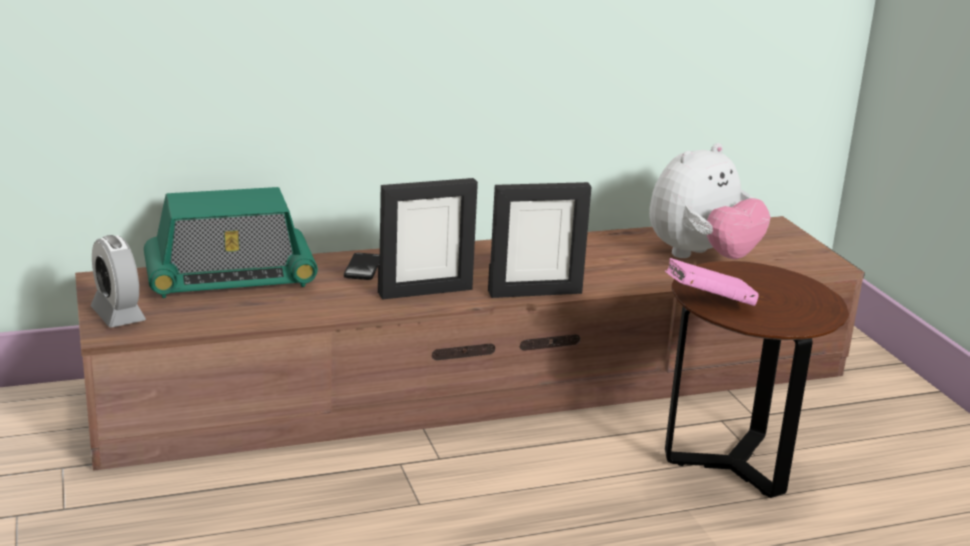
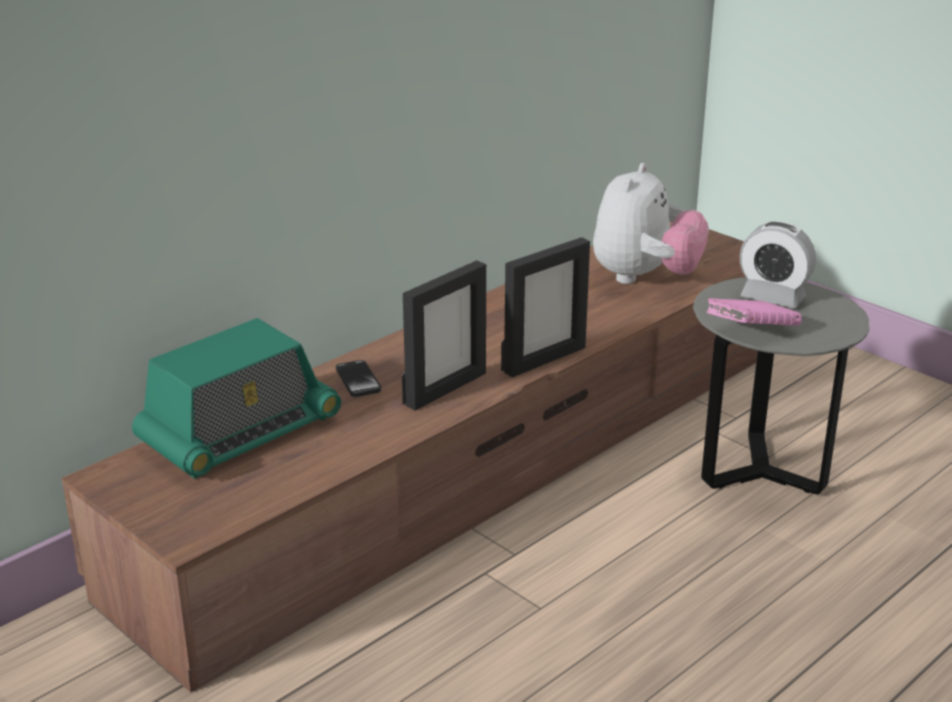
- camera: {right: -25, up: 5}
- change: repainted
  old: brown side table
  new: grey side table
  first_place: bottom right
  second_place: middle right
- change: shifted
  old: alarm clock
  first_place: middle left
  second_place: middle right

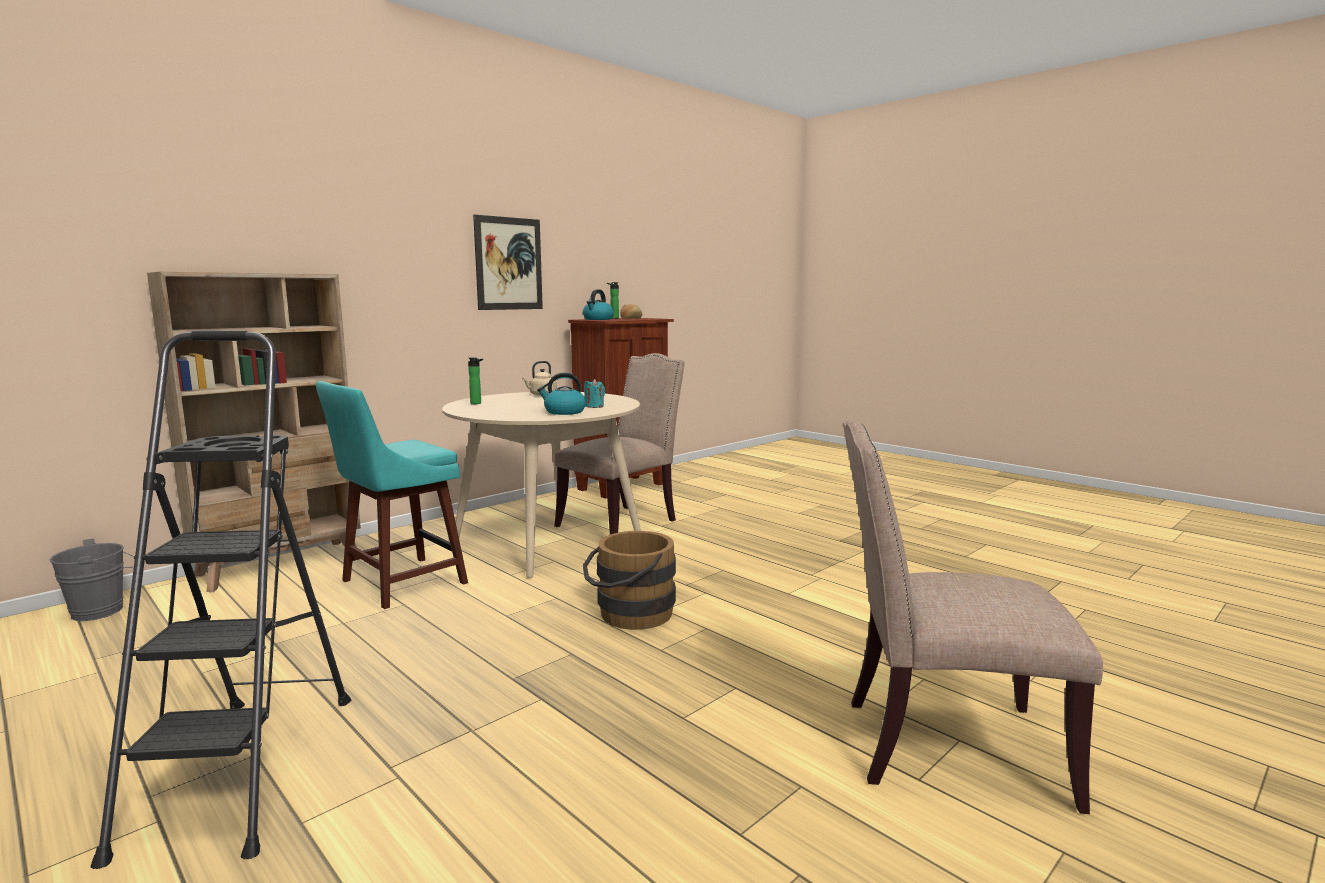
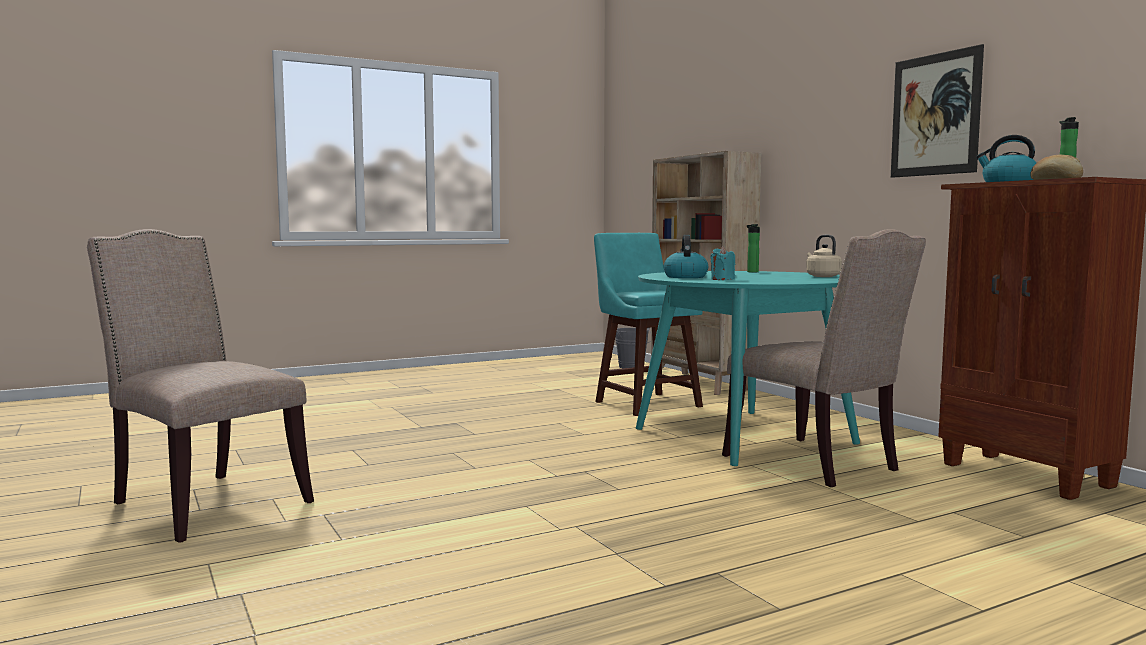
- camera: {right: 105, up: -5}
- change: rotated
  old: beige chair (no. 2 from left in the first image)
  first_place: bottom right
  second_place: middle left
  degrees: -75
- change: repainted
  old: beige dining table
  new: turquoise dining table
  first_place: centre
  second_place: centre
- change: gone
  old: step ladder
  first_place: bottom left
- change: gone
  old: brown bucket
  first_place: centre

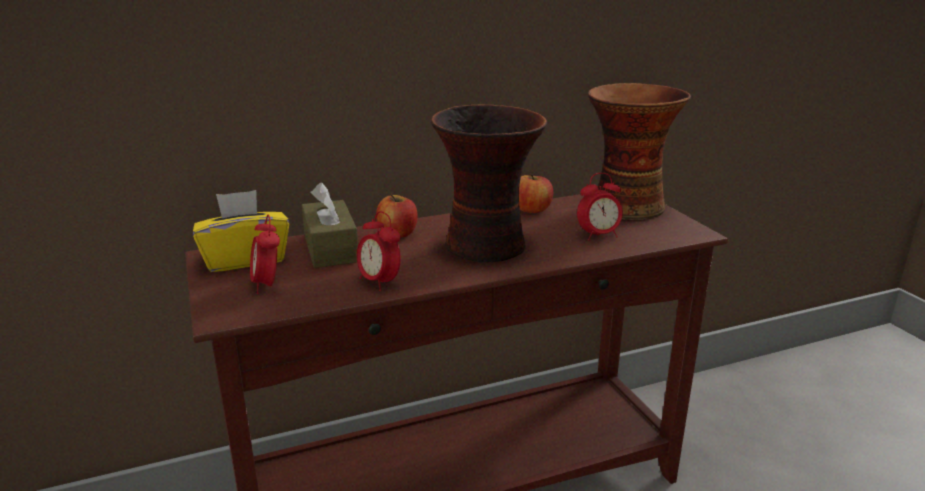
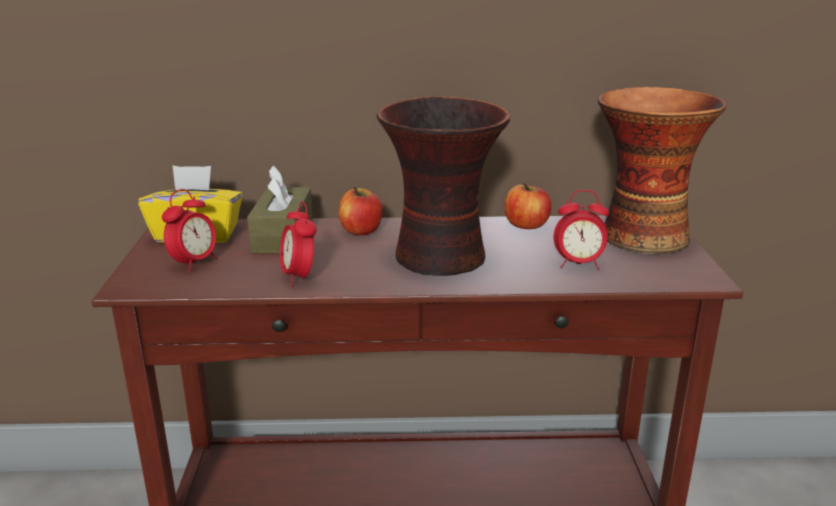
- camera: {right: 20, up: 0}
- change: rotated
  old: alarm clock (no. 1 from left)
  first_place: middle left
  second_place: middle left
  degrees: -150

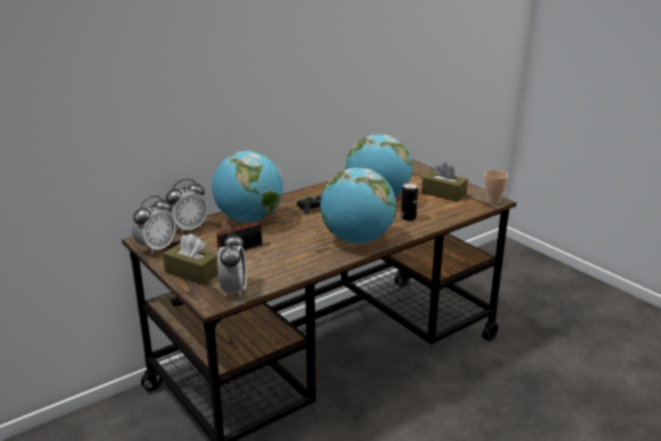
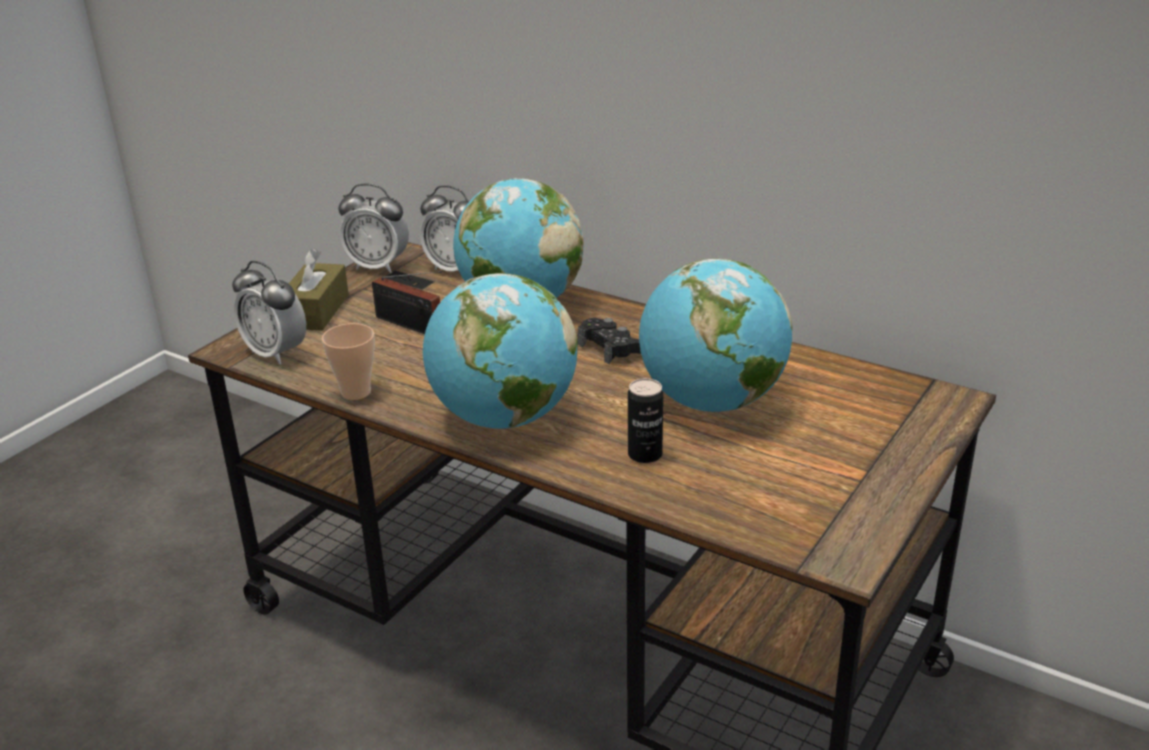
- camera: {right: 70, up: 5}
- change: rotated
  old: alarm clock (no. 3 from left in the first image)
  first_place: centre
  second_place: middle left
  degrees: 60
- change: shifted
  old: cup
  first_place: middle right
  second_place: middle left
- change: gone
  old: brown tissue box (no. 2 from left)
  first_place: middle right

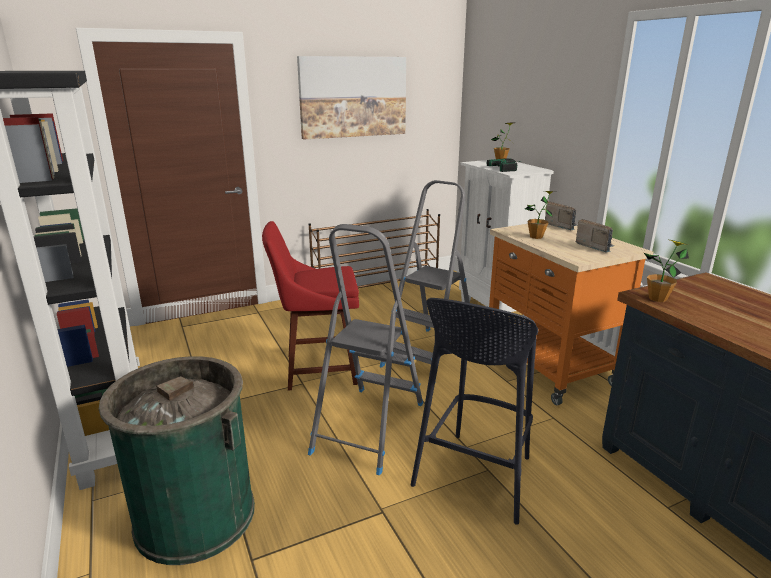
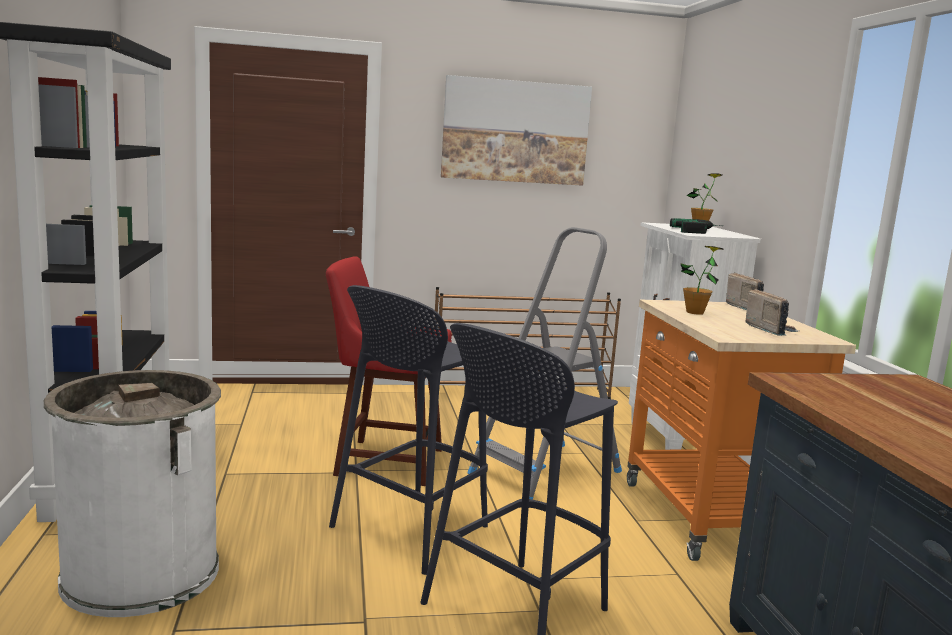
- camera: {right: 15, up: -10}
- change: repainted
  old: green trash can
  new: white trash can
  first_place: bottom left
  second_place: bottom left
- change: swapped
  old: grey step ladder (no. 1 from left)
  new: grey stool (no. 1 from left)
  first_place: centre
  second_place: bottom centre
- change: gone
  old: potted plant (no. 3 from left)
  first_place: middle right

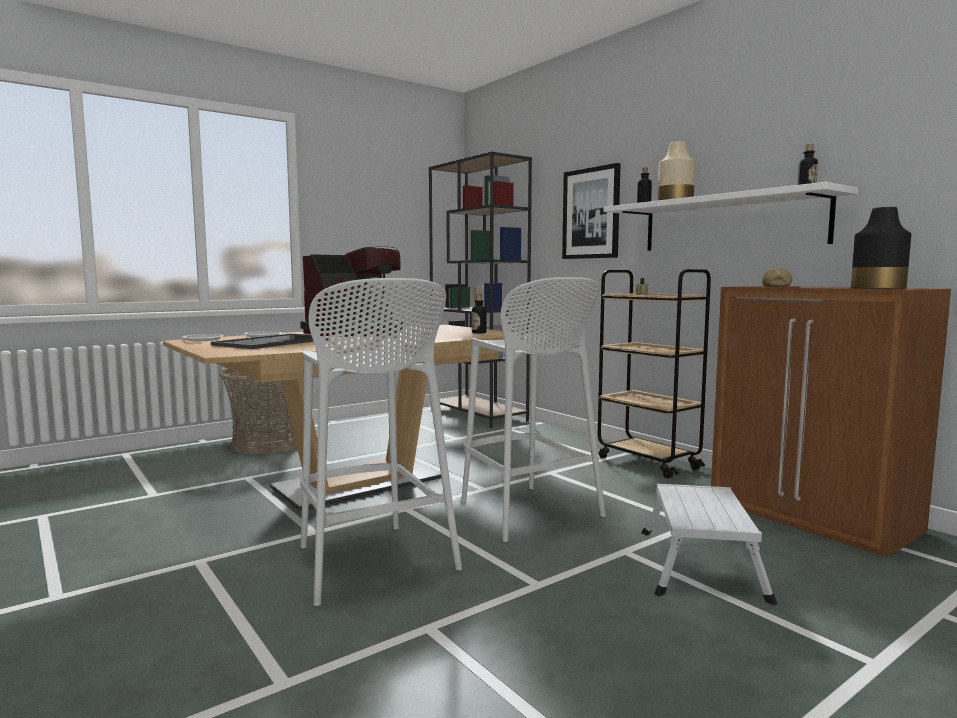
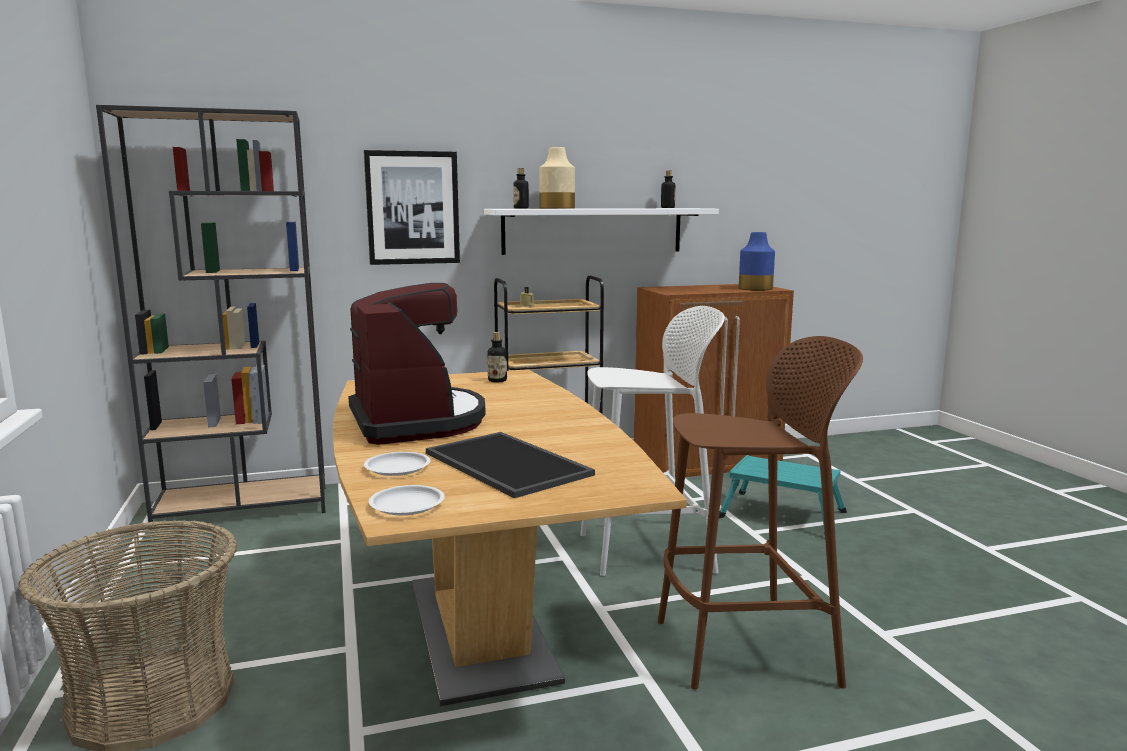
- camera: {right: -70, up: 5}
- change: repainted
  old: white stool (no. 1 from left)
  new: brown stool
  first_place: centre
  second_place: bottom right
- change: repainted
  old: white step ladder
  new: turquoise step ladder
  first_place: bottom right
  second_place: middle right
- change: repainted
  old: black vase
  new: blue vase
  first_place: middle right
  second_place: middle right
- change: gone
  old: bread
  first_place: middle right

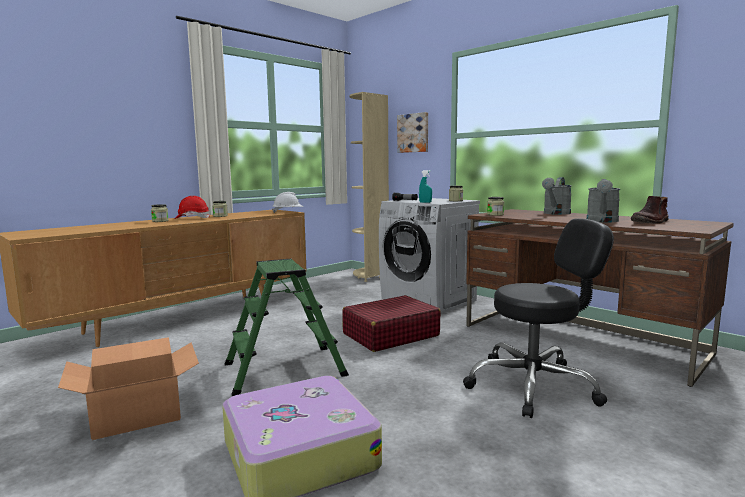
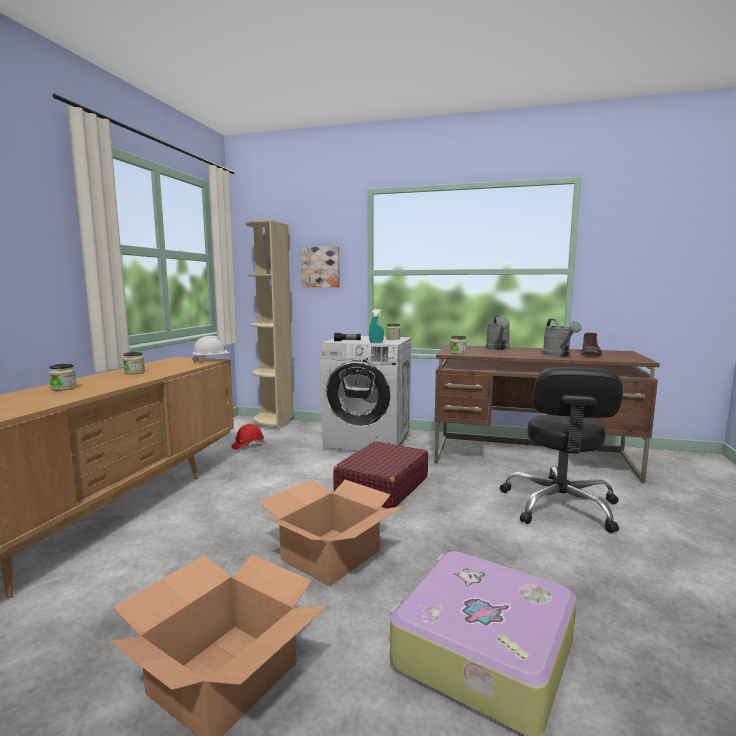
- camera: {right: -30, up: 0}
- change: shifted
  old: red hard hat
  first_place: middle left
  second_place: centre
- change: swapped
  old: green step ladder
  new: cardboard box (no. 2 from left)
  first_place: centre
  second_place: bottom centre
- change: rotated
  old: black office chair
  first_place: middle right
  second_place: middle right
  degrees: 135

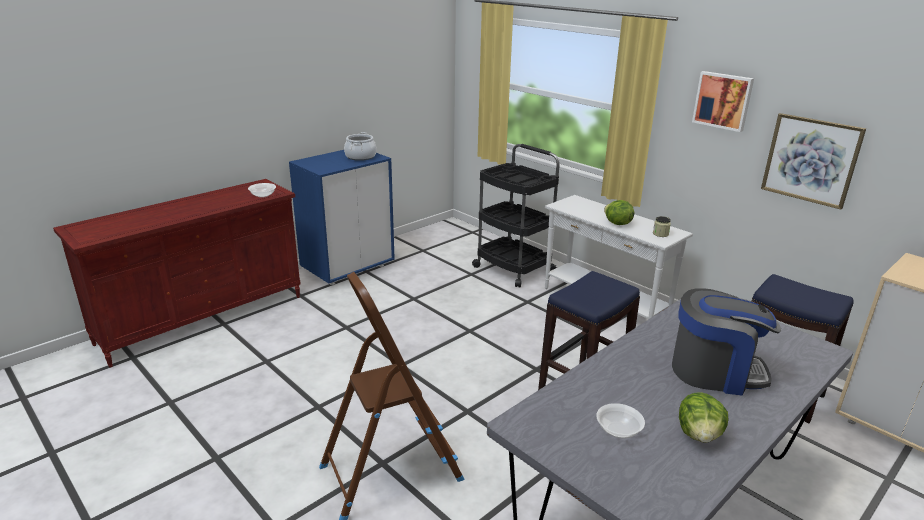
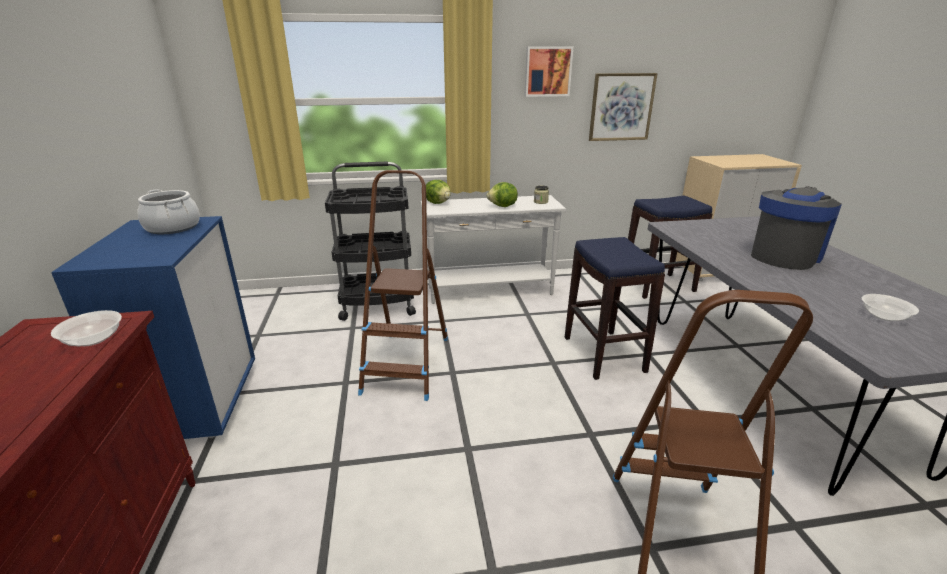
- camera: {right: -55, up: 0}
- change: new
  new: brown step ladder (no. 1 from left)
  second_place: centre
- change: shifted
  old: lettuce (no. 2 from left in the first image)
  new: lettuce (no. 1 from left)
  first_place: bottom right
  second_place: centre

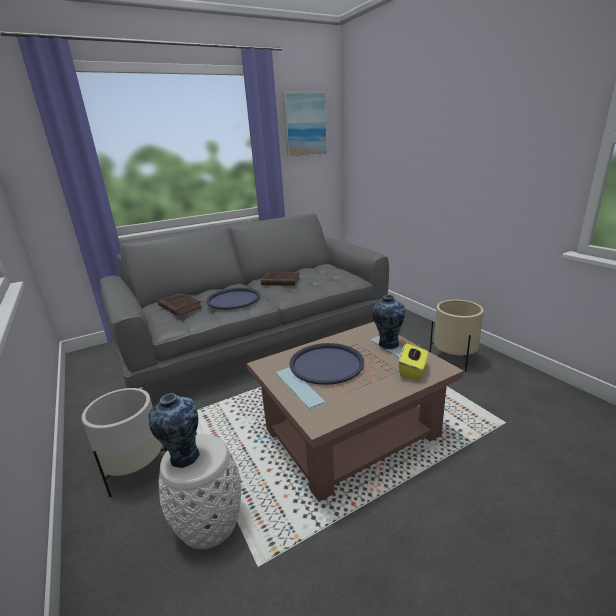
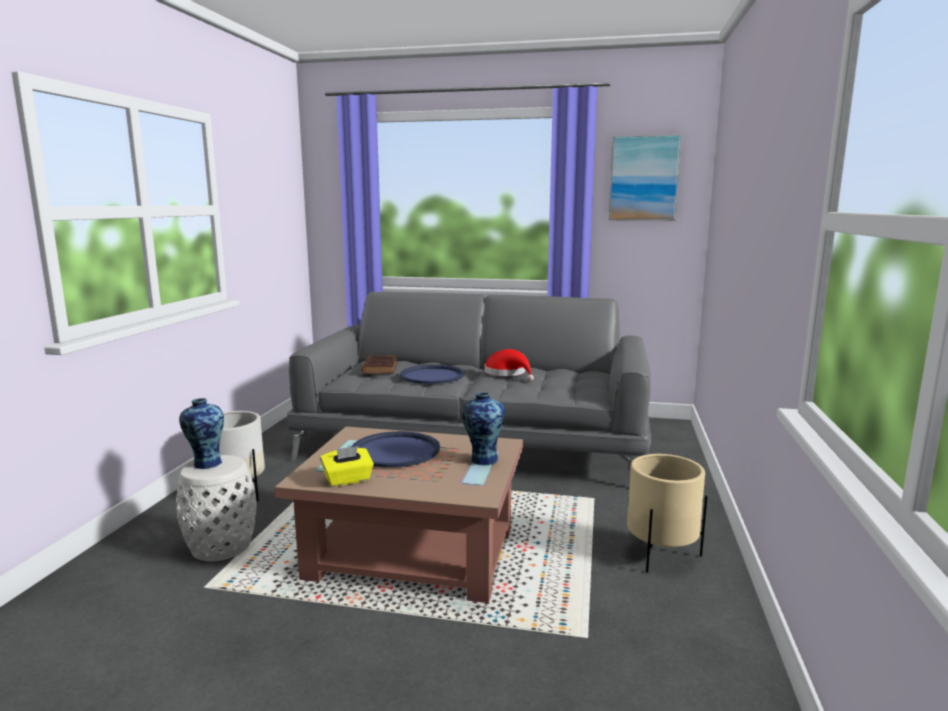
- camera: {right: 40, up: -10}
- change: shifted
  old: yellow tissue box
  first_place: middle right
  second_place: centre
- change: swapped
  old: brown book (no. 2 from left)
  new: red hat
  first_place: centre
  second_place: centre

